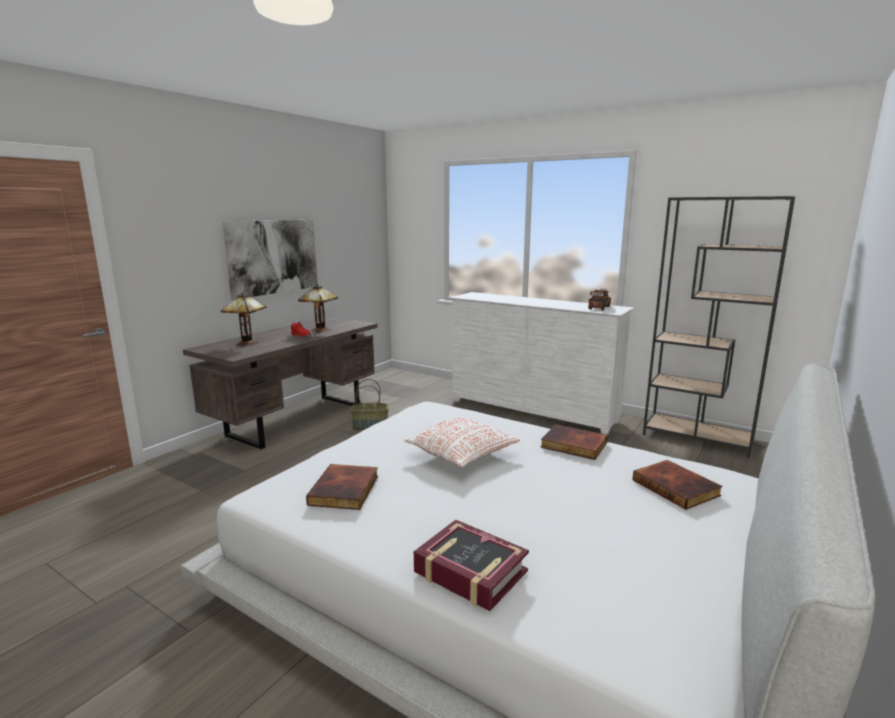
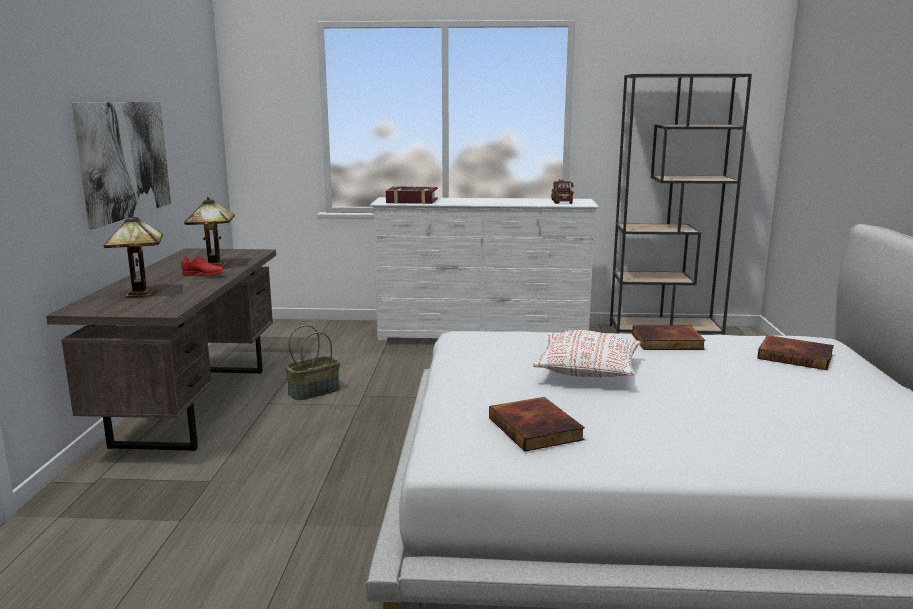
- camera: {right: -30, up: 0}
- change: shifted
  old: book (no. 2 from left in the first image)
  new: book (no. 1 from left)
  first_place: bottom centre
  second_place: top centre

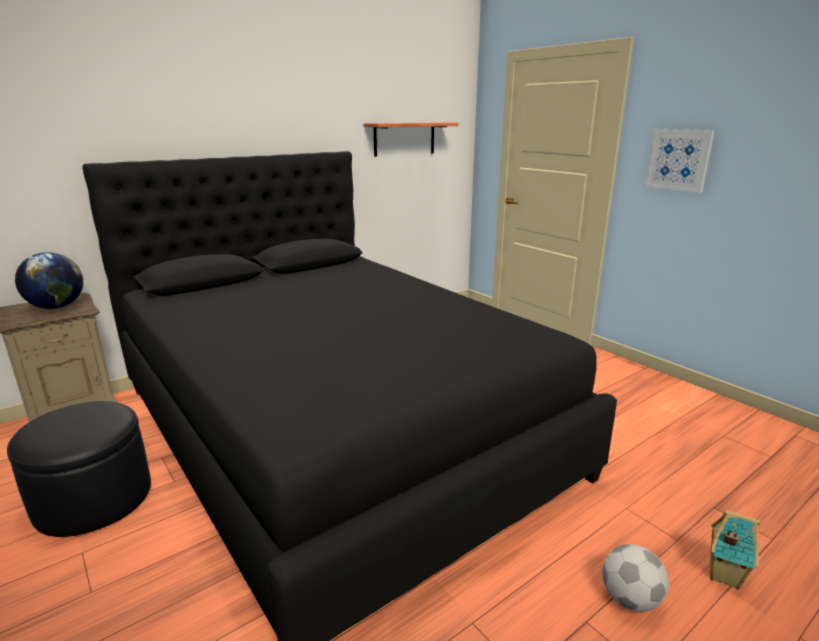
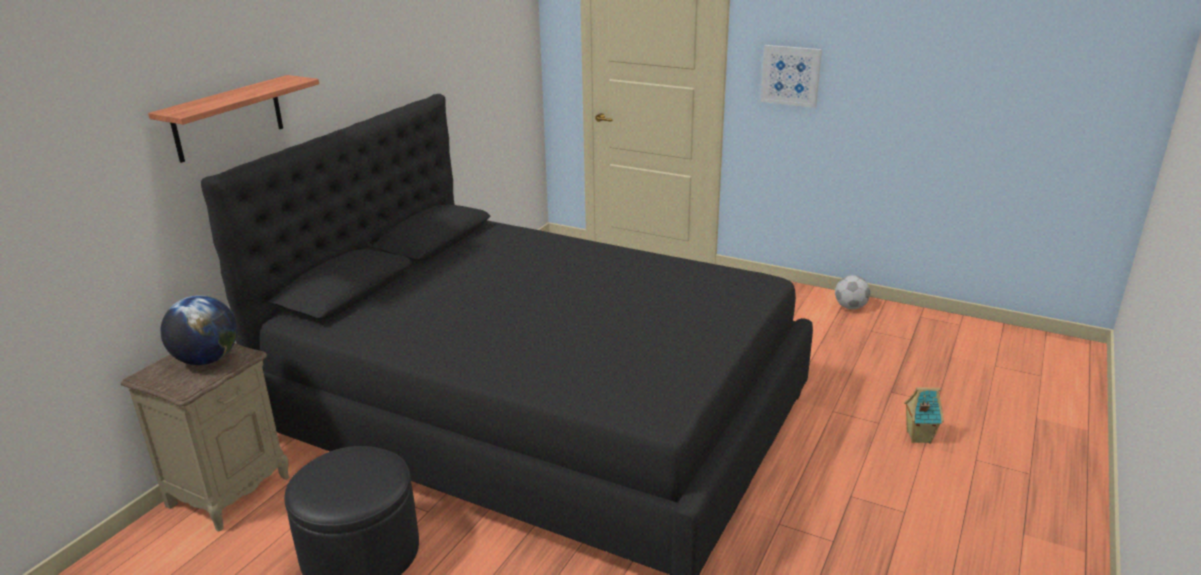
- camera: {right: -25, up: 5}
- change: shifted
  old: shelf
  first_place: top centre
  second_place: top left
- change: shifted
  old: football
  first_place: bottom right
  second_place: middle right

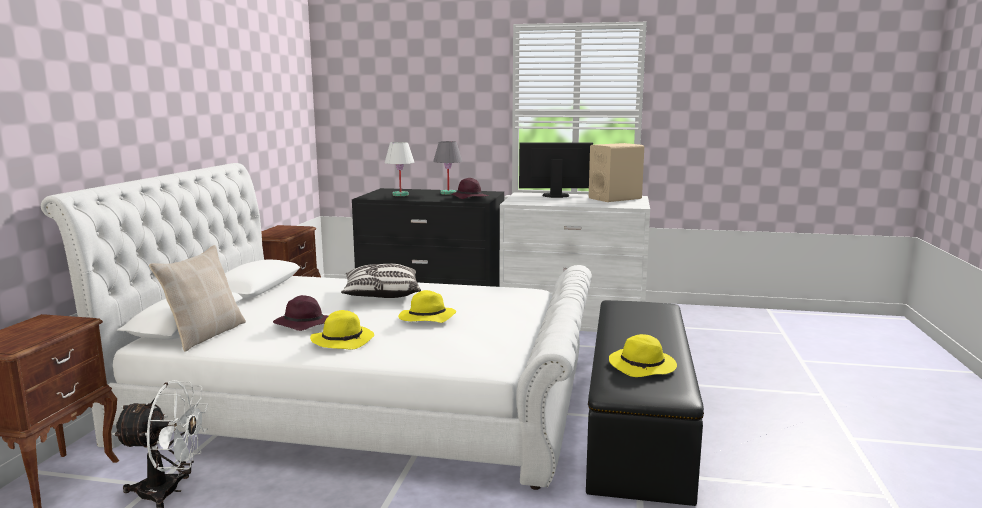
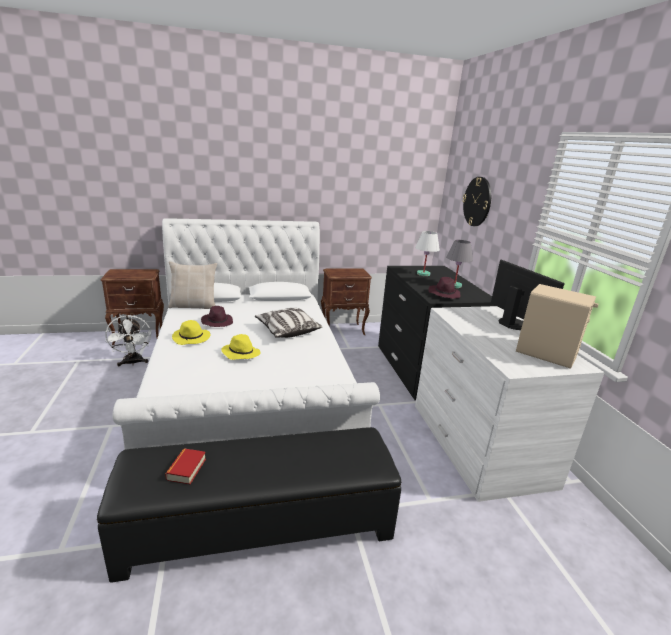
- camera: {right: 65, up: 10}
- change: swapped
  old: yellow hat (no. 3 from left)
  new: book
  first_place: bottom centre
  second_place: bottom left
- change: new
  new: wall clock
  second_place: top right

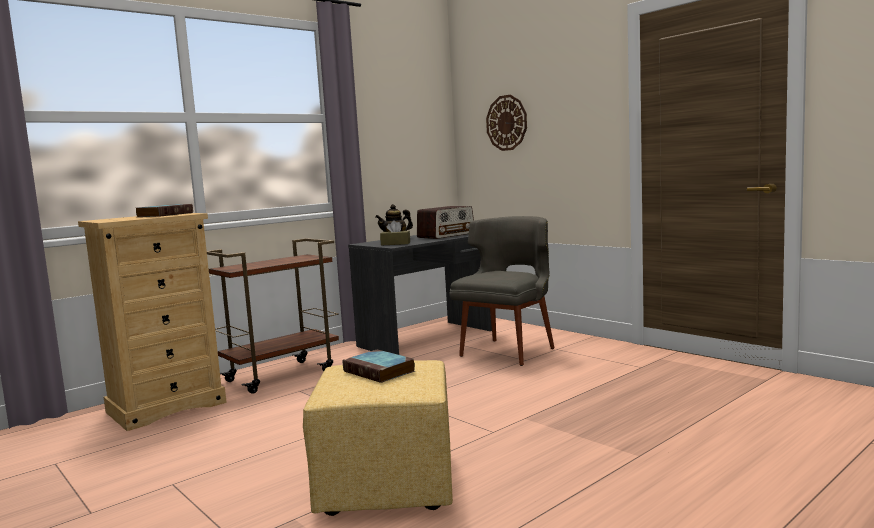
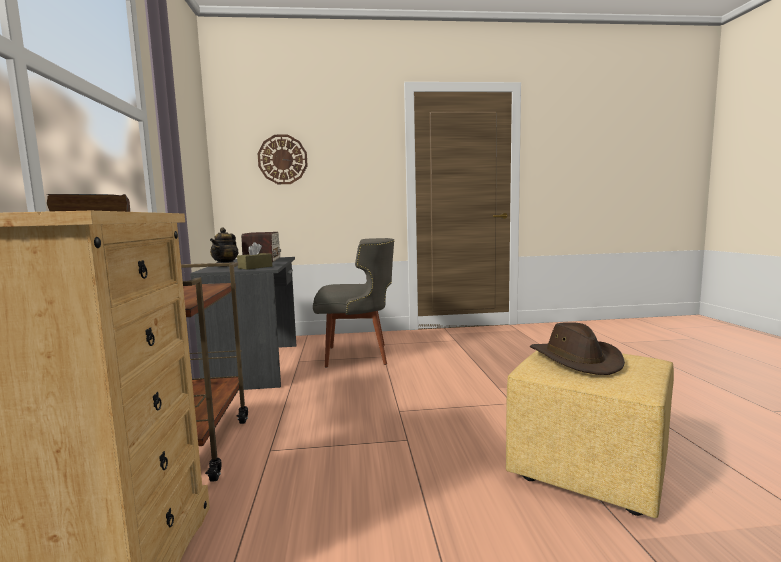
- camera: {right: -55, up: 0}
- change: rotated
  old: grey chair
  first_place: centre
  second_place: centre
  degrees: 105
- change: swapped
  old: book (no. 2 from left)
  new: brown hat
  first_place: bottom centre
  second_place: middle right

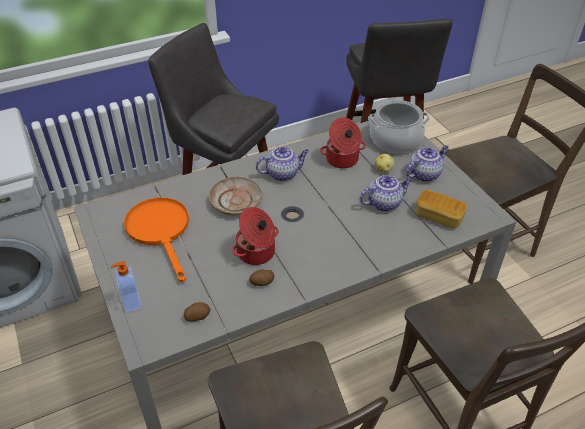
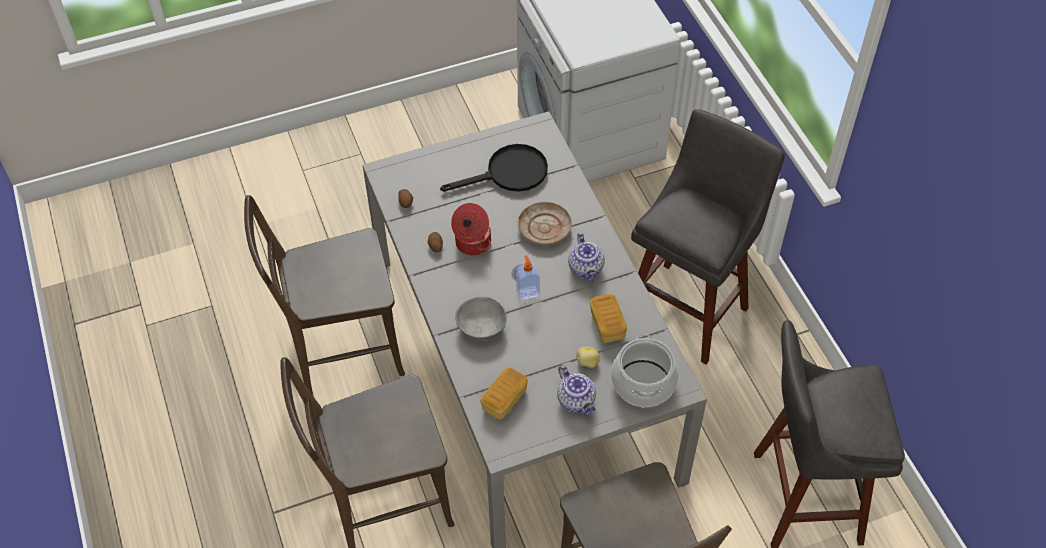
- camera: {right: 95, up: 10}
- change: repainted
  old: orange frying pan
  new: black frying pan
  first_place: middle left
  second_place: top centre
- change: new
  new: grey bowl
  second_place: centre
- change: shifted
  old: soap dispenser
  first_place: bottom left
  second_place: centre
- change: swapped
  old: cooking pot (no. 2 from left)
  new: bread (no. 2 from left)
  first_place: centre
  second_place: centre
- change: gone
  old: teapot (no. 2 from left)
  first_place: centre

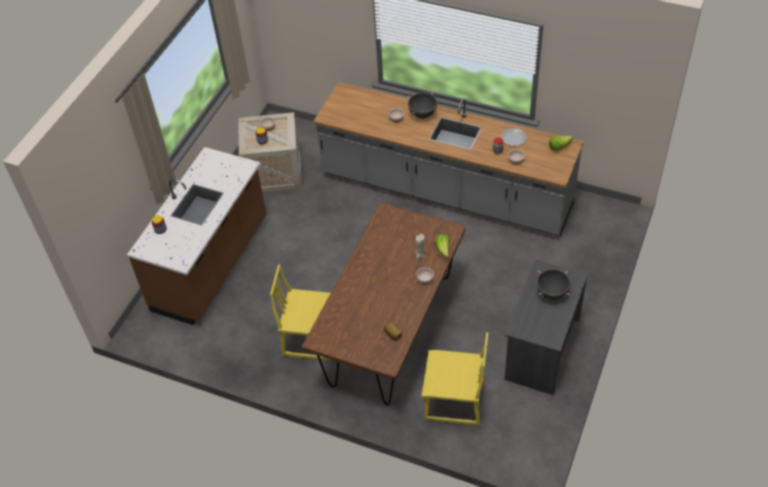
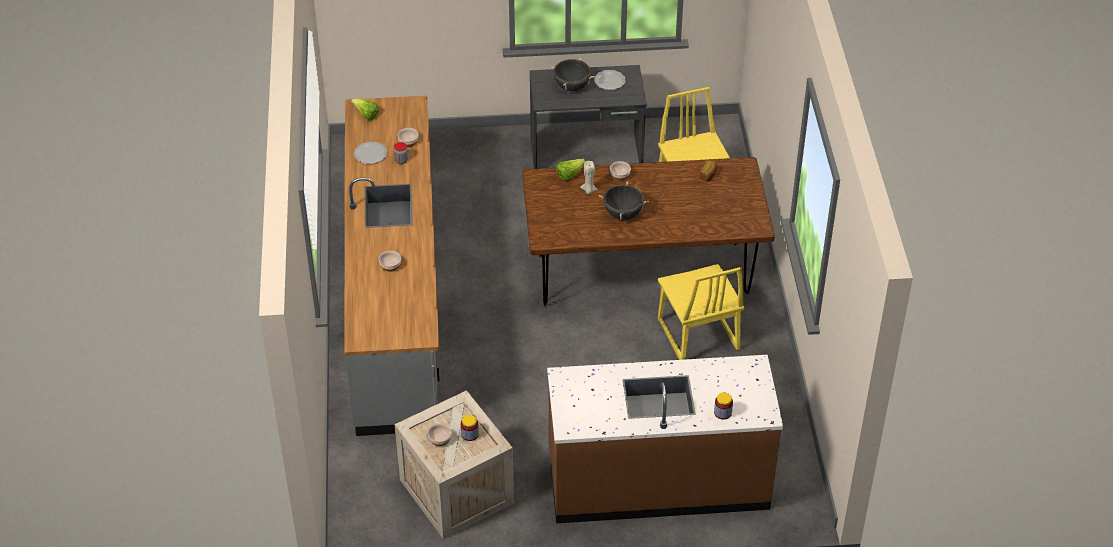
- camera: {right: -120, up: -5}
- change: new
  new: plate (no. 2 from left)
  second_place: top centre
- change: shifted
  old: black cooking pot (no. 1 from left in the first image)
  new: black cooking pot (no. 2 from left)
  first_place: top centre
  second_place: centre

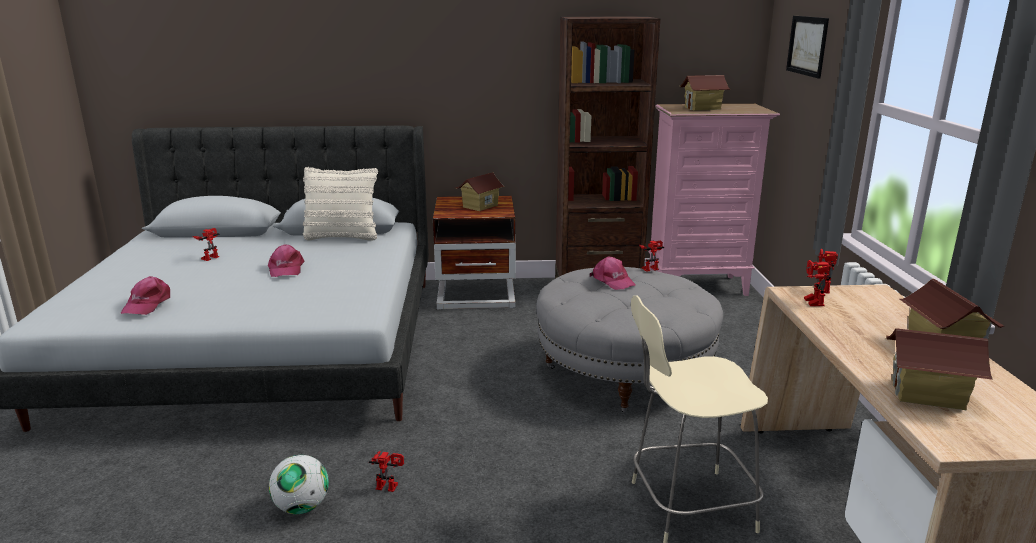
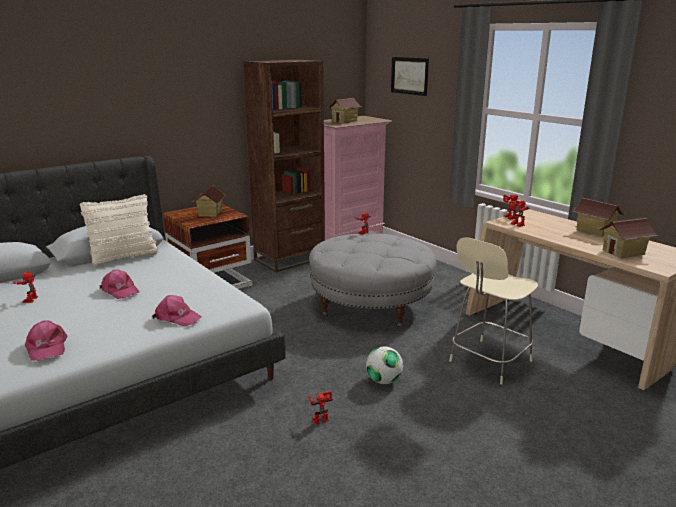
- camera: {right: -35, up: 0}
- change: shifted
  old: pink cap (no. 3 from left)
  first_place: centre
  second_place: middle left
- change: shifted
  old: football
  first_place: bottom left
  second_place: bottom centre

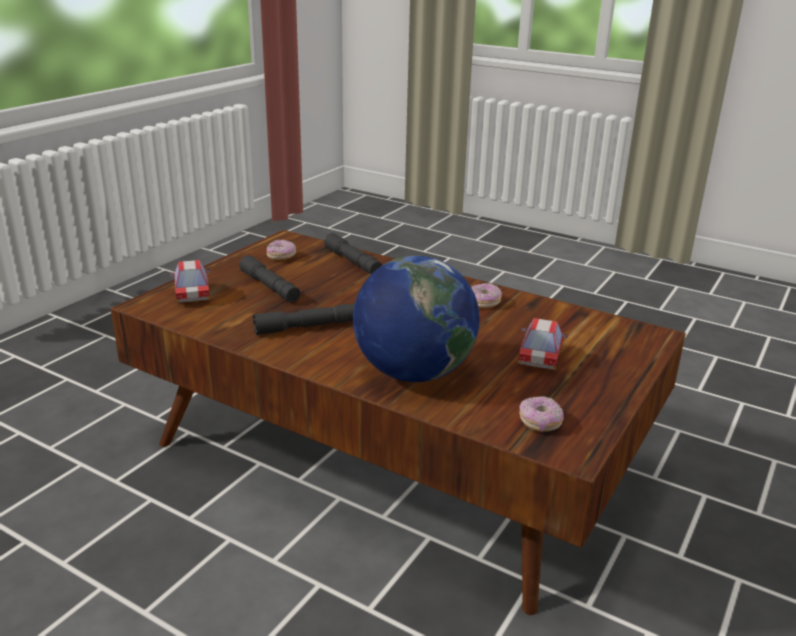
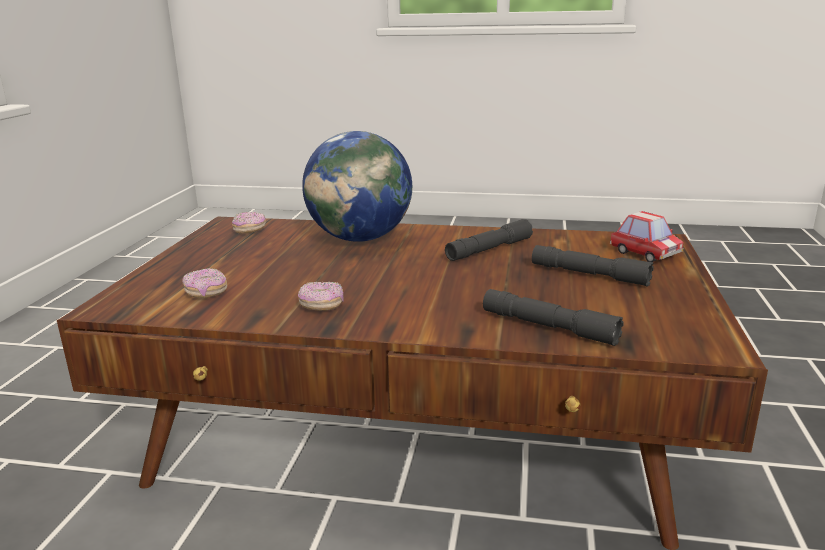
- camera: {right: 160, up: -5}
- change: shifted
  old: donut (no. 1 from left)
  first_place: centre
  second_place: middle left
- change: gone
  old: toy car (no. 2 from left)
  first_place: middle right

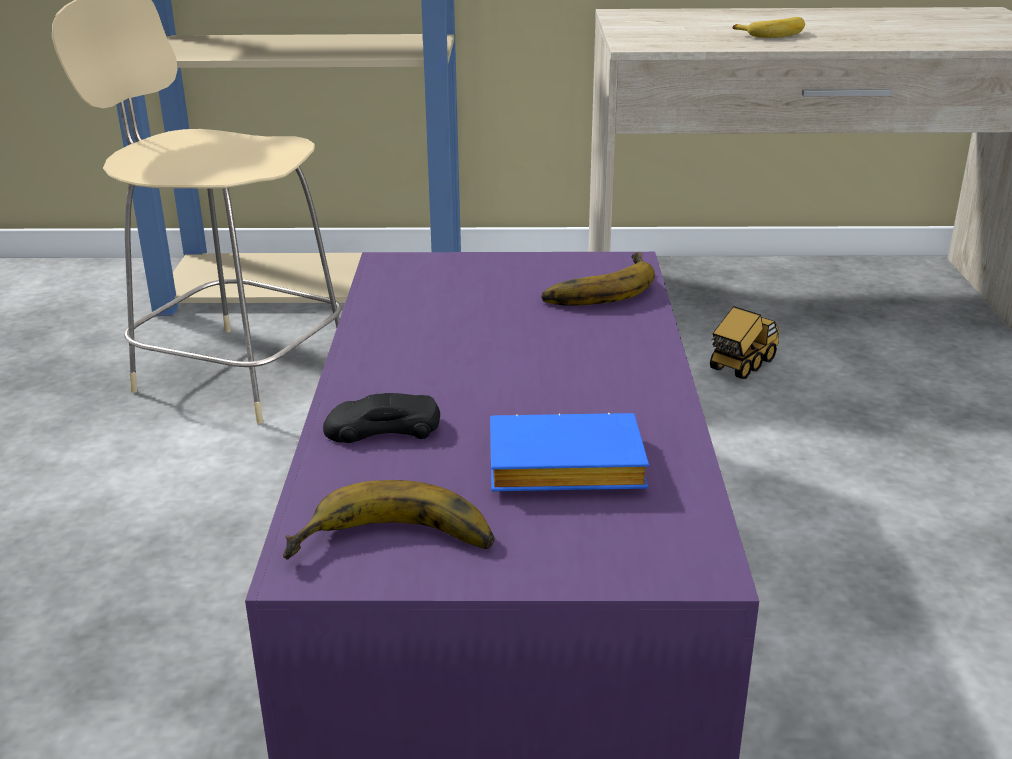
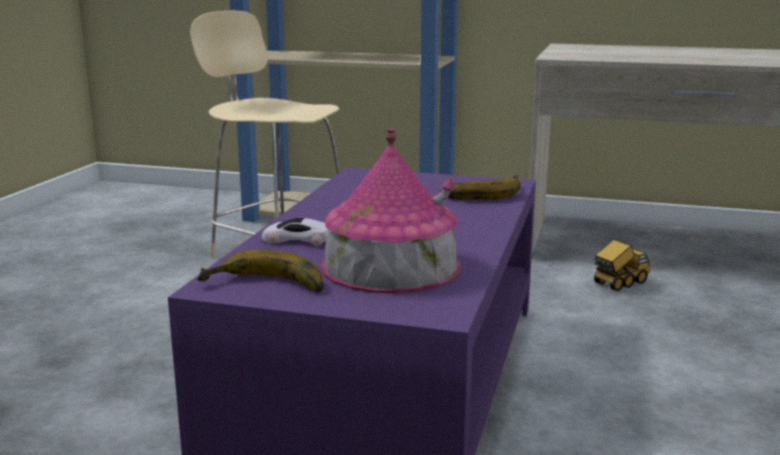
- camera: {right: 15, up: -10}
- change: repainted
  old: black toy car
  new: white toy car
  first_place: centre
  second_place: centre
- change: swapped
  old: blue book
  new: toy house
  first_place: centre
  second_place: centre
- change: gone
  old: banana (no. 3 from left)
  first_place: top right

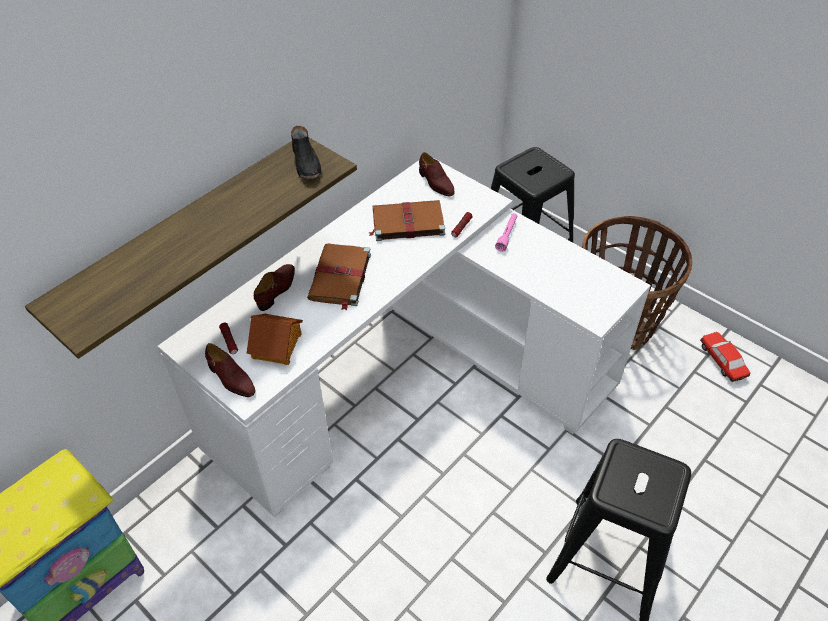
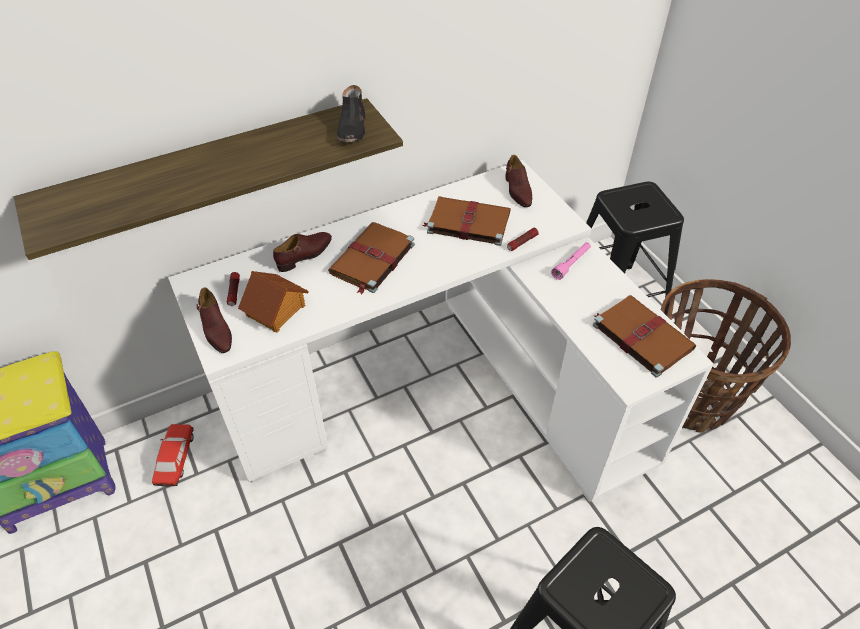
- camera: {right: 20, up: 0}
- change: shifted
  old: toy car
  first_place: middle right
  second_place: bottom left
- change: new
  new: brown book (no. 3 from left)
  second_place: middle right

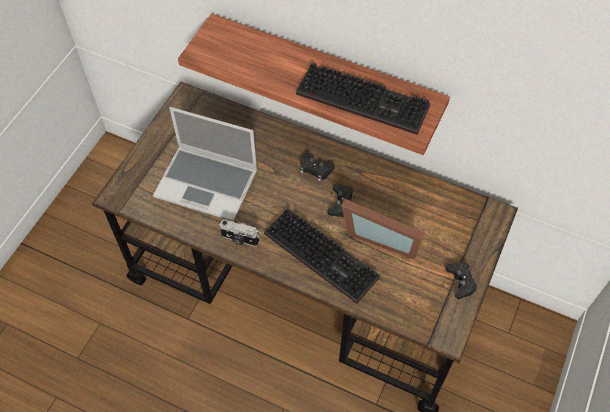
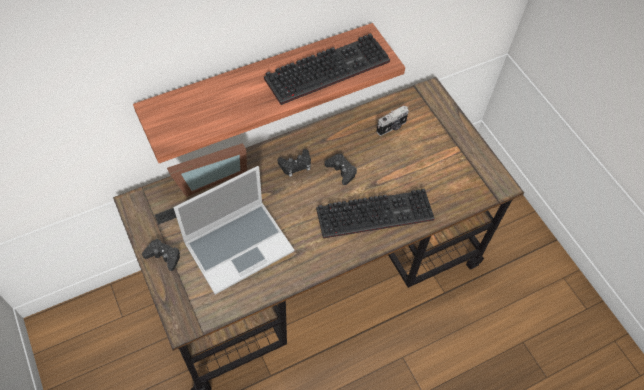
- camera: {right: -55, up: 0}
- change: shifted
  old: black game controller (no. 3 from left in the first image)
  new: black game controller (no. 1 from left)
  first_place: bottom right
  second_place: middle left
- change: shifted
  old: picture frame
  first_place: centre
  second_place: middle left
- change: shifted
  old: photo camera
  first_place: centre
  second_place: top centre

